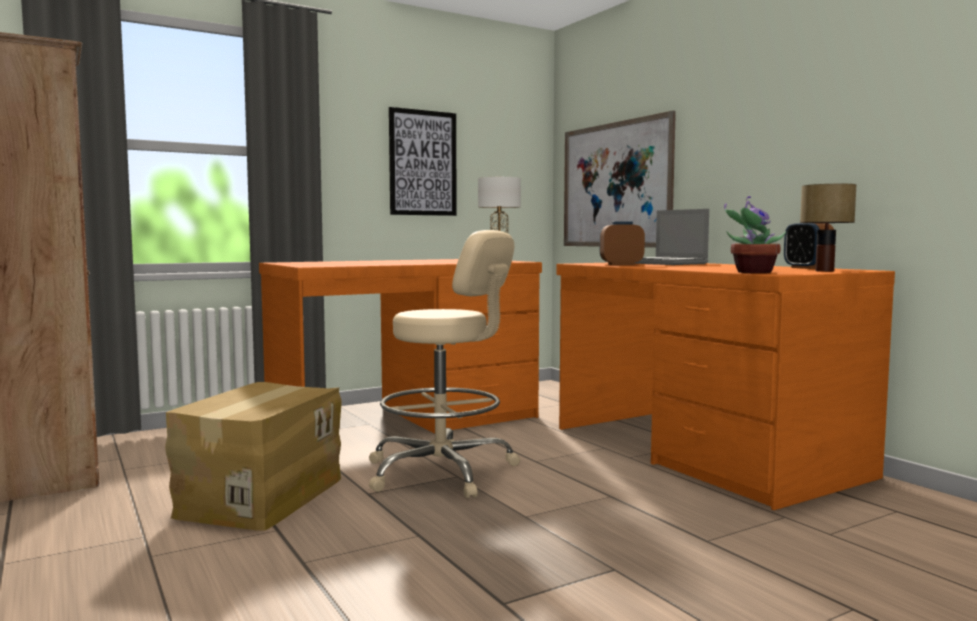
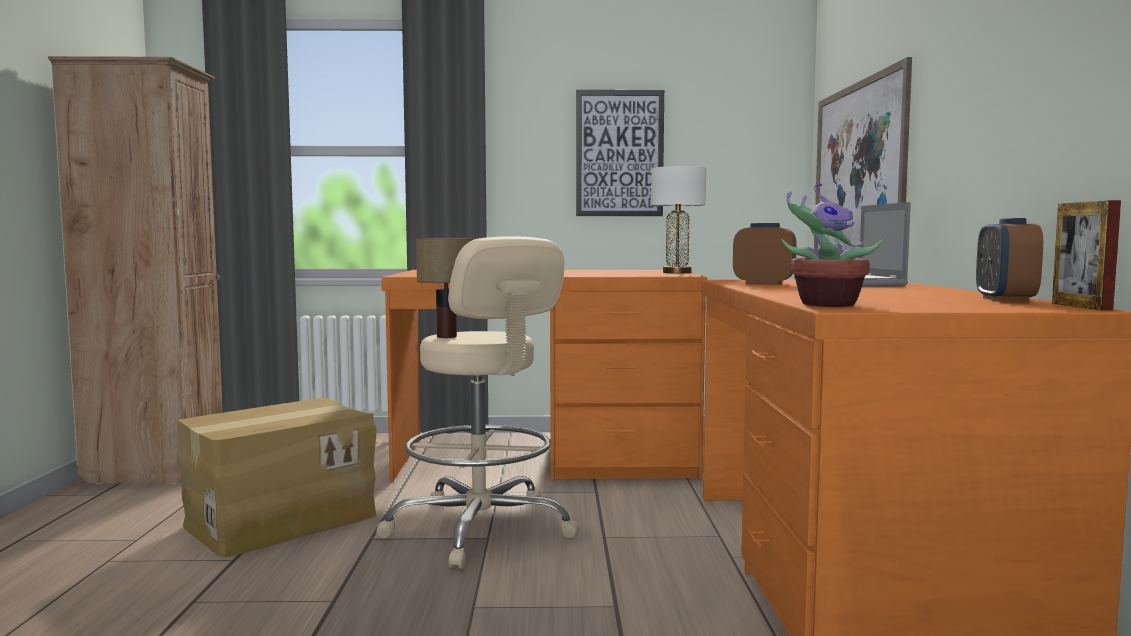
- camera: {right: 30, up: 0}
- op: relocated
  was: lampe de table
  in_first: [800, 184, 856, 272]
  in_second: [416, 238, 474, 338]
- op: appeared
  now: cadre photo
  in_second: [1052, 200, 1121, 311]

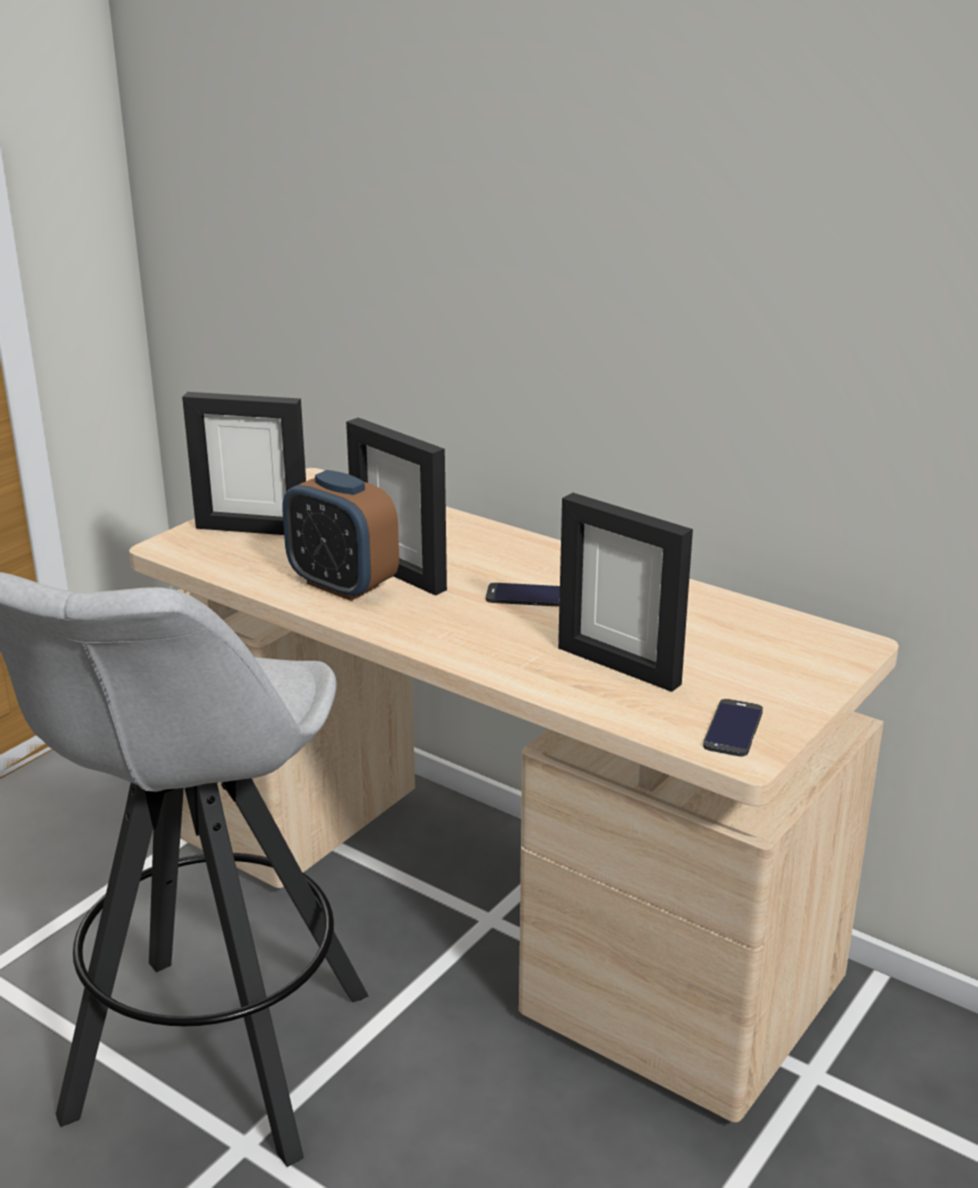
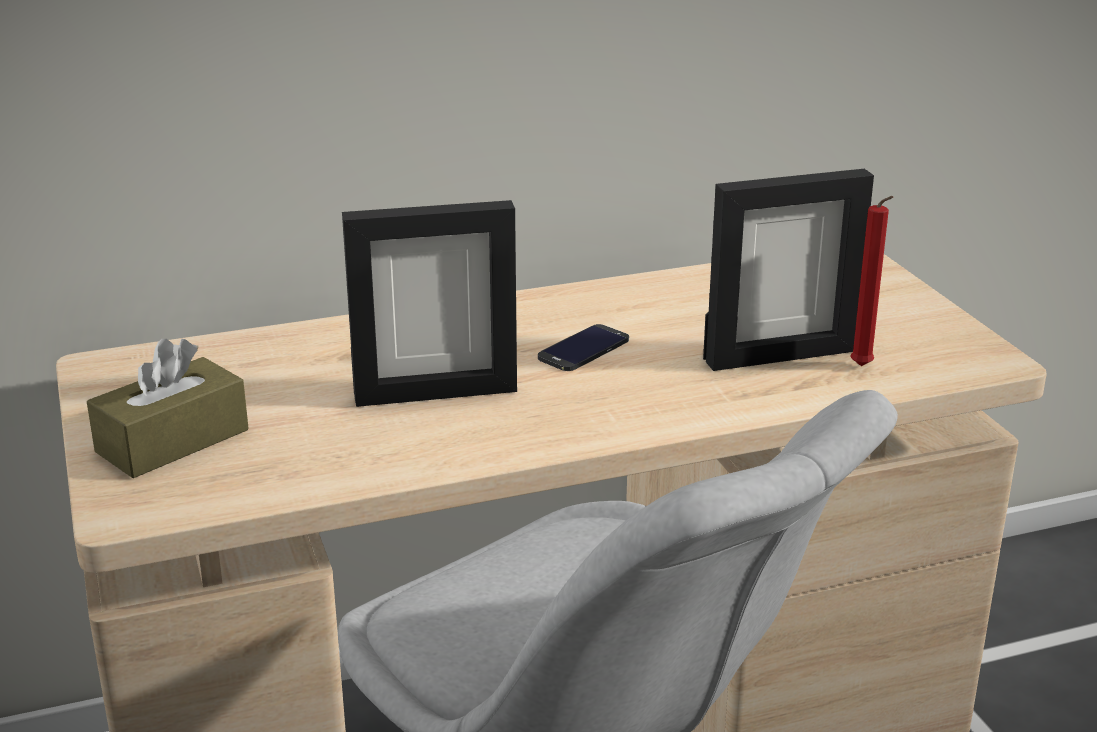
- camera: {right: -55, up: 0}
- op: exchanged
  was: cadre photo
  now: boîte à mouchoirs (marron)
  in_first: [182, 392, 306, 535]
  in_second: [87, 339, 249, 478]
- op: appeared
  now: bougie (rouge)
  in_second: [850, 196, 893, 366]
- op: missing
  was: réveil
  in_first: [283, 470, 399, 601]
- op: missing
  was: téléphone
  in_first: [703, 699, 763, 756]

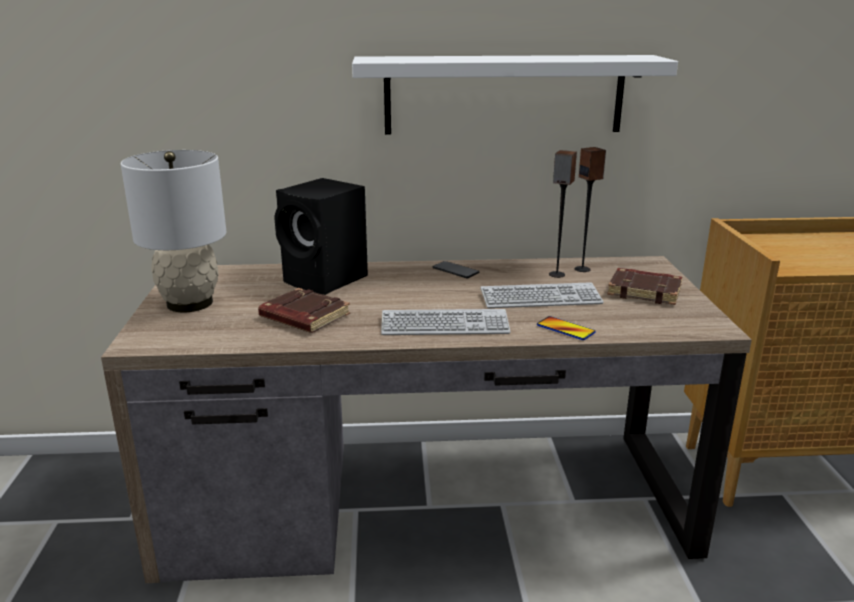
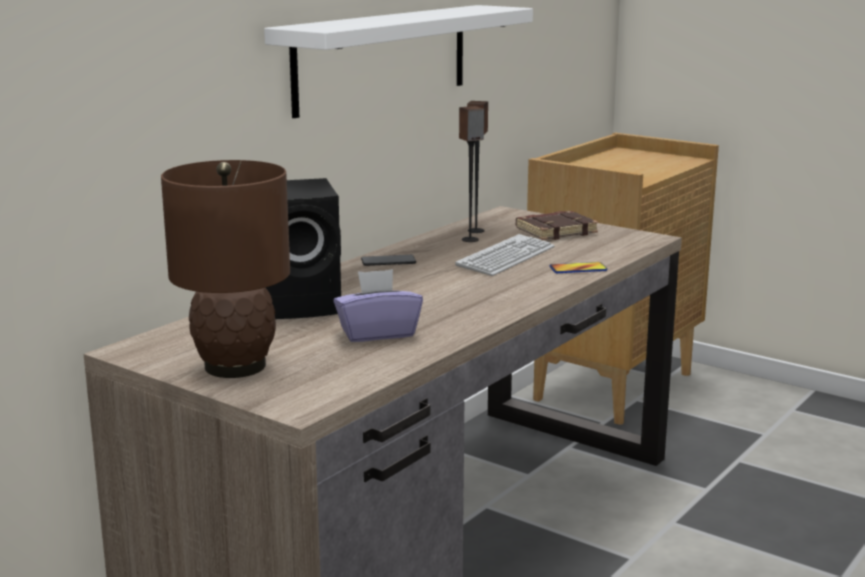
- camera: {right: -50, up: -5}
- op: colour
  was: lampe de table (blanc)
  now: lampe de table (marron)
  in_first: [120, 150, 226, 312]
  in_second: [161, 160, 290, 378]
- op: exchanged
  was: livre (marron)
  now: boîte à mouchoirs (violet)
  in_first: [258, 288, 350, 333]
  in_second: [333, 269, 423, 342]
- op: missing
  was: clavier
  in_first: [381, 309, 511, 335]

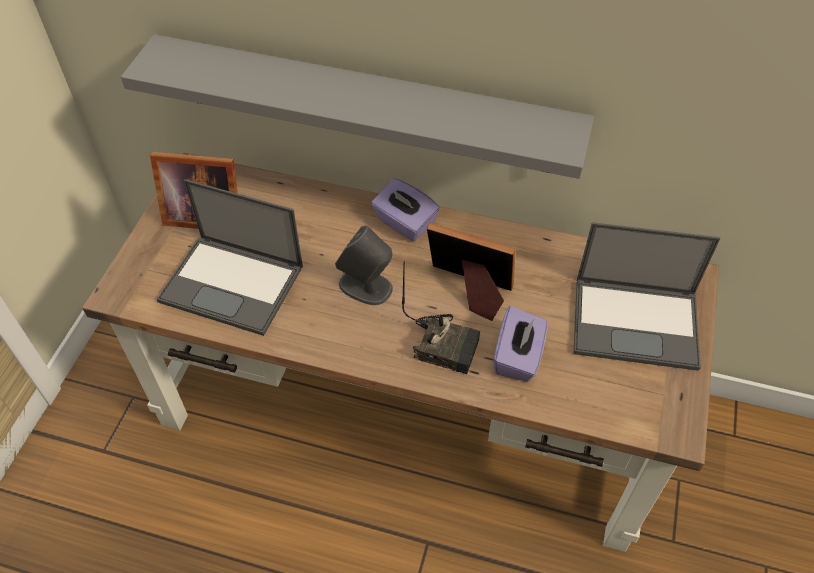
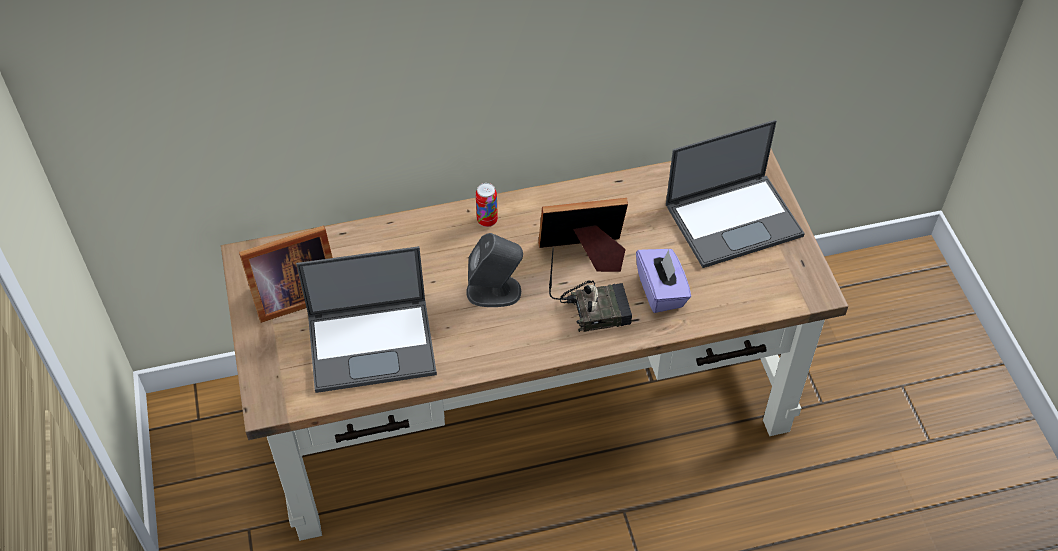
- camera: {right: -30, up: 0}
- op: exchanged
  was: boîte à mouchoirs (violet)
  now: boîte métallique
  in_first: [371, 178, 440, 241]
  in_second: [476, 183, 498, 227]
- op: missing
  was: étagère (gris)
  in_first: [121, 34, 594, 179]

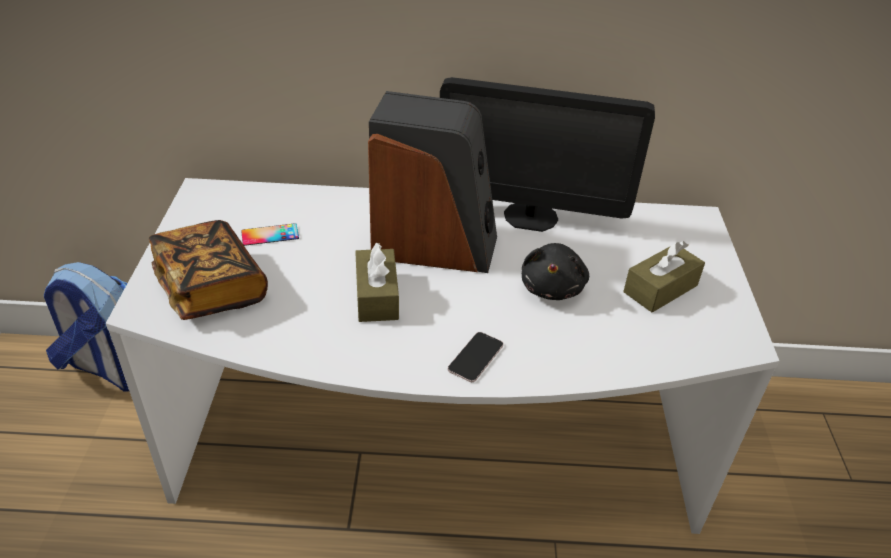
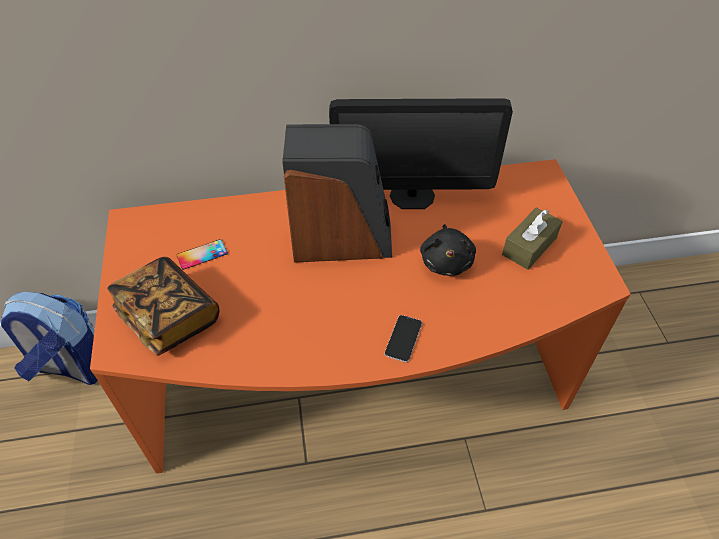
- camera: {right: -10, up: 10}
- op: colour
  was: bureau (blanc)
  now: bureau (orange)
  in_first: [106, 178, 779, 534]
  in_second: [90, 159, 631, 474]
- op: missing
  was: boîte à mouchoirs (marron)
  in_first: [355, 243, 399, 322]

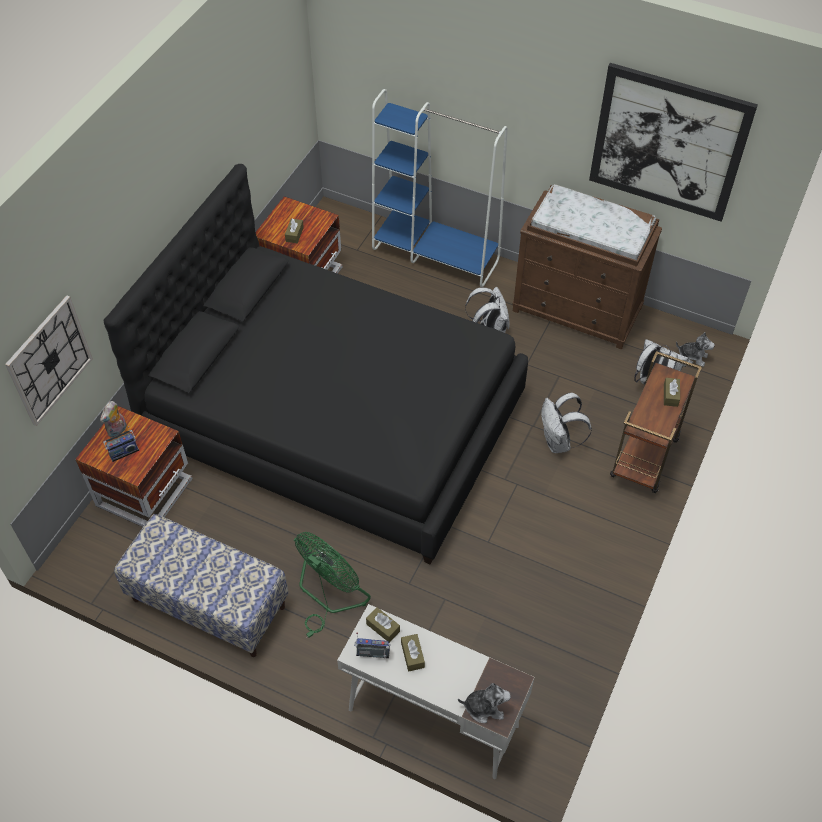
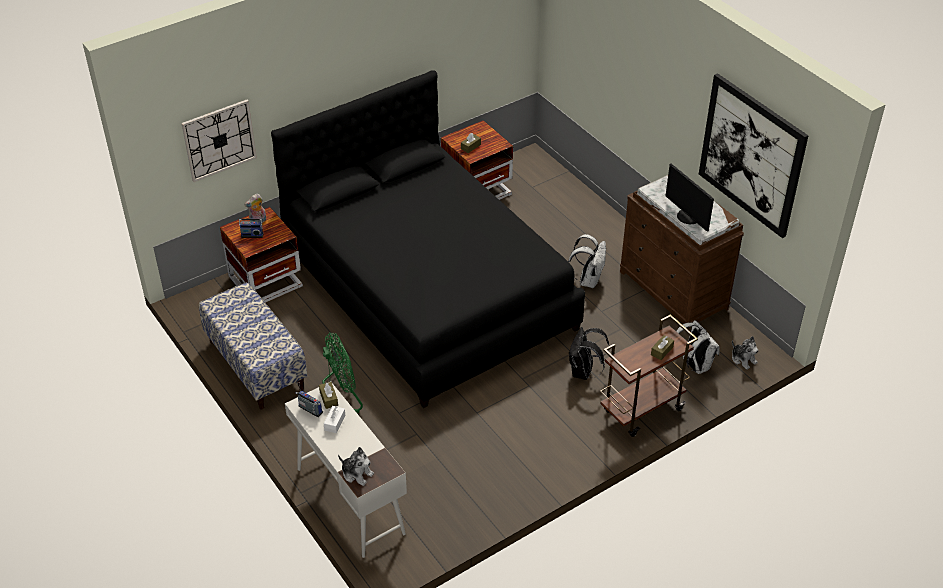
- camera: {right: 30, up: -10}
- op: colour
  was: boîte à mouchoirs (marron)
  now: boîte à mouchoirs (blanc)
  in_first: [401, 634, 425, 672]
  in_second: [324, 406, 345, 433]
- op: colour
  was: sac à dos (blanc)
  now: sac à dos (noir)
  in_first: [541, 393, 592, 453]
  in_second: [569, 327, 609, 380]
- op: appeared
  now: écran d'ordinateur
  in_second: [665, 163, 714, 232]
- op: missing
  was: portant (bleu)
  in_first: [372, 89, 508, 287]

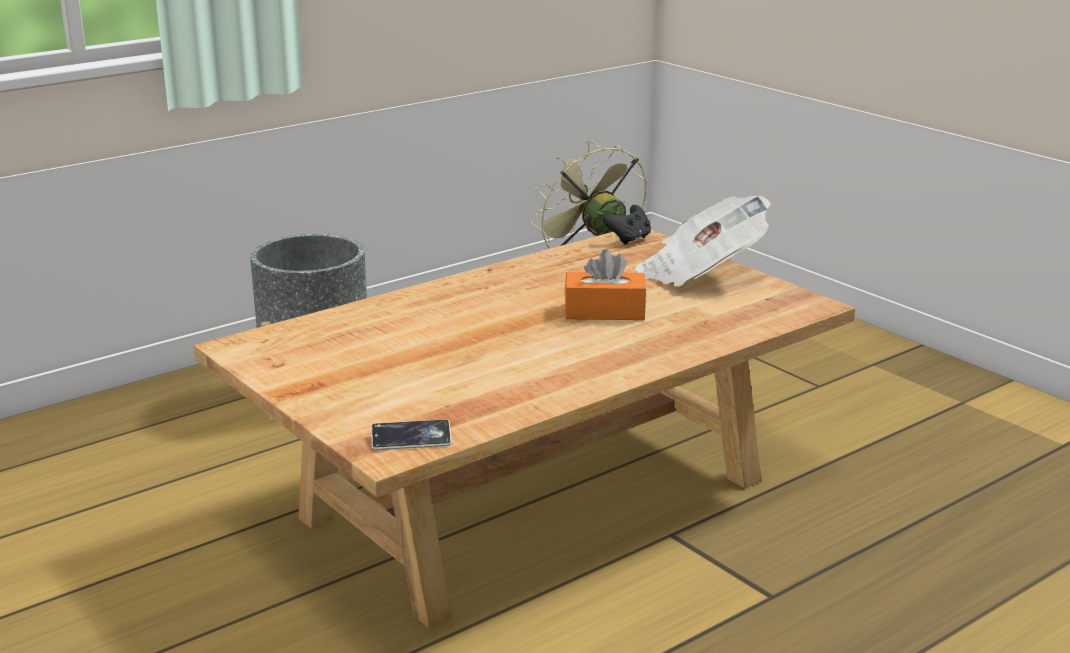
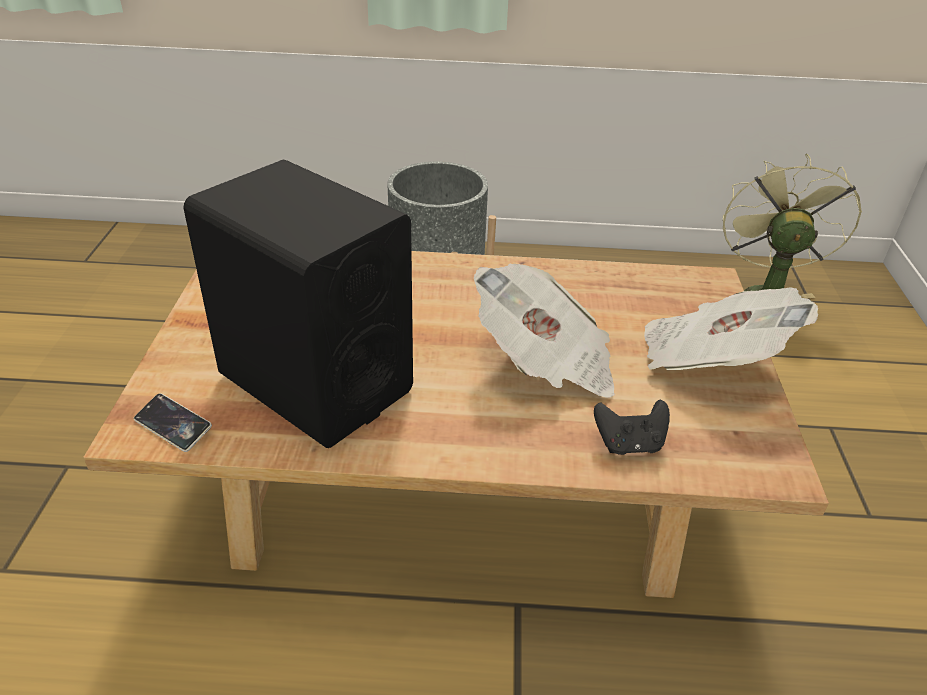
- camera: {right: 40, up: 15}
- op: appeared
  now: enceinte (noir)
  in_second: [183, 160, 413, 448]
- op: exchanged
  was: boîte à mouchoirs (orange)
  now: journal
  in_first: [564, 249, 646, 320]
  in_second: [474, 264, 615, 398]
- op: relocated
  was: manette (noir)
  in_first: [603, 205, 651, 245]
  in_second: [594, 400, 670, 455]

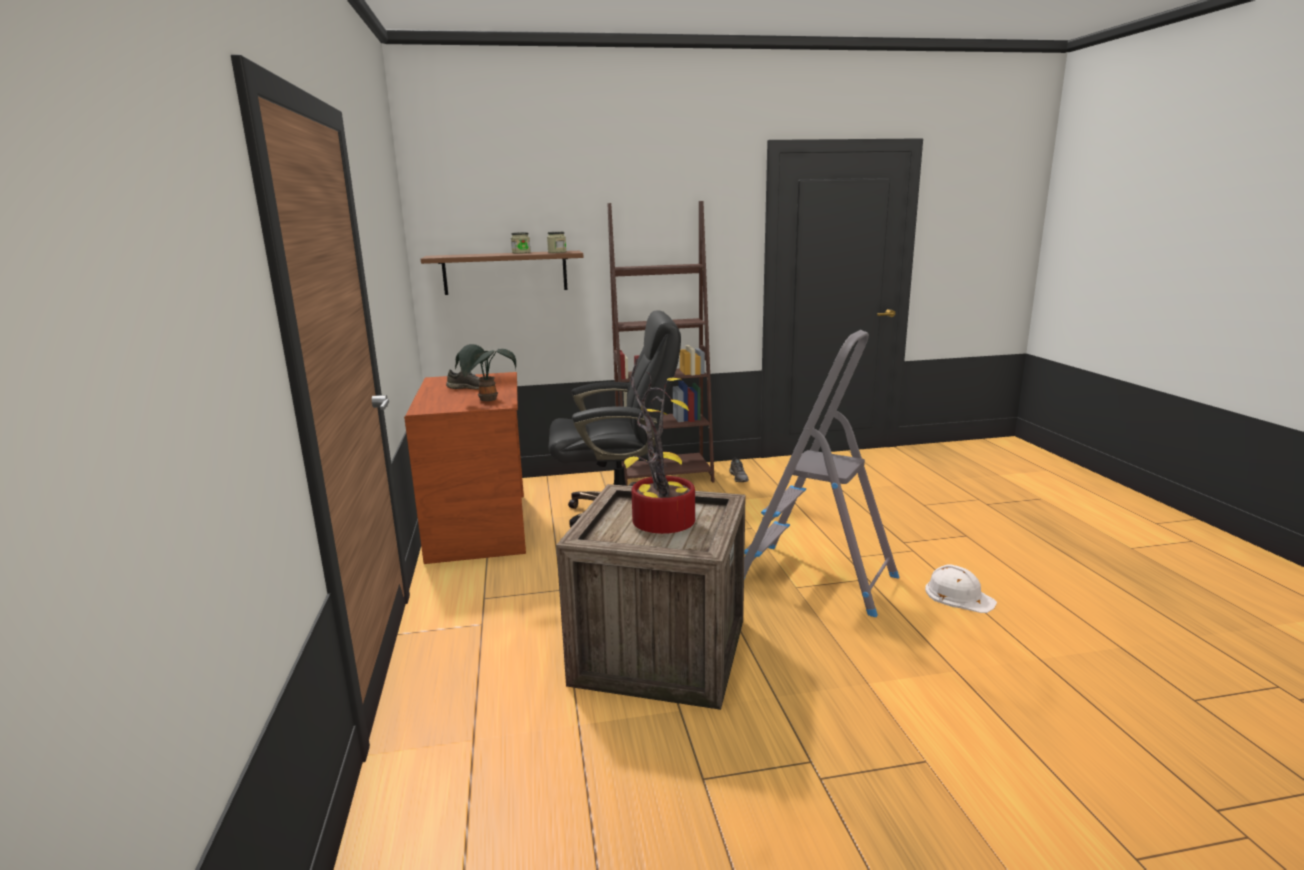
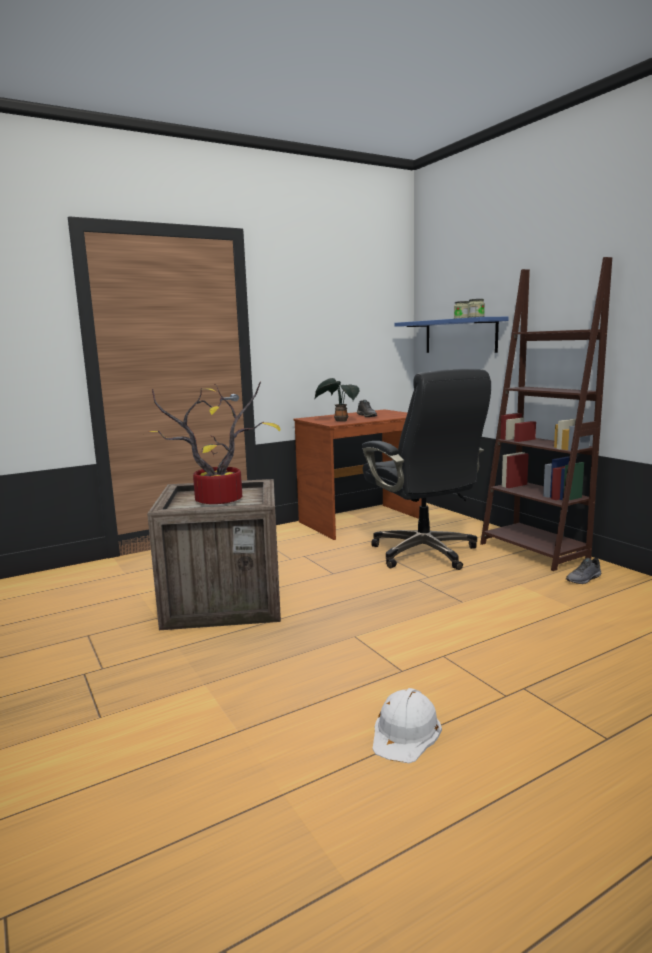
- camera: {right: 70, up: -5}
- op: colour
  was: étagère (marron)
  now: étagère (bleu)
  in_first: [421, 251, 584, 295]
  in_second: [394, 317, 509, 353]
- op: missing
  was: escabeau (gris)
  in_first: [744, 330, 899, 617]

